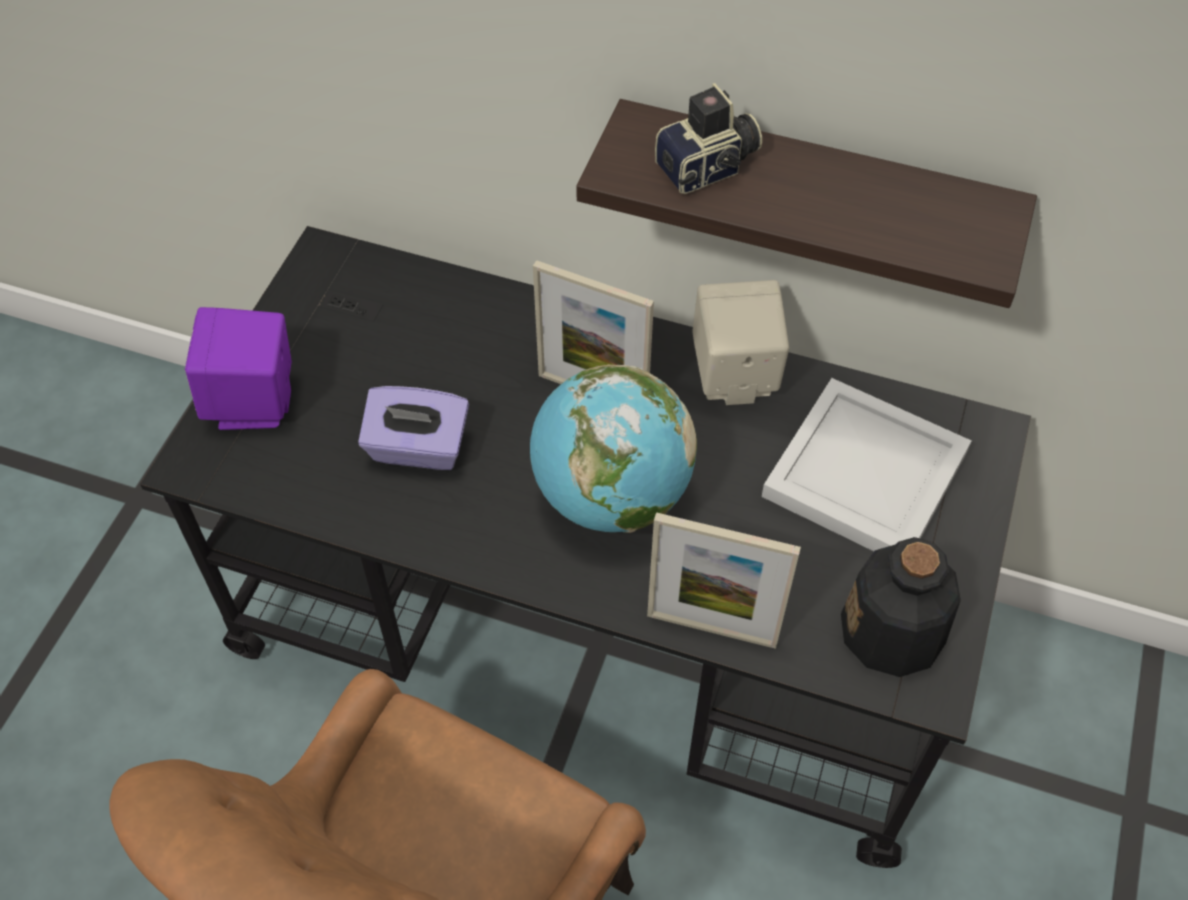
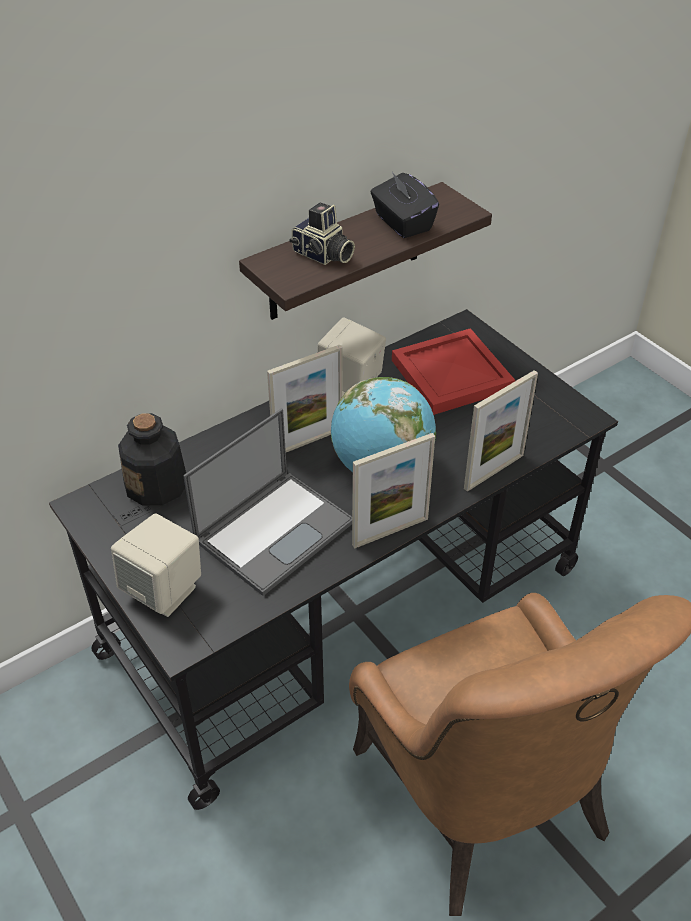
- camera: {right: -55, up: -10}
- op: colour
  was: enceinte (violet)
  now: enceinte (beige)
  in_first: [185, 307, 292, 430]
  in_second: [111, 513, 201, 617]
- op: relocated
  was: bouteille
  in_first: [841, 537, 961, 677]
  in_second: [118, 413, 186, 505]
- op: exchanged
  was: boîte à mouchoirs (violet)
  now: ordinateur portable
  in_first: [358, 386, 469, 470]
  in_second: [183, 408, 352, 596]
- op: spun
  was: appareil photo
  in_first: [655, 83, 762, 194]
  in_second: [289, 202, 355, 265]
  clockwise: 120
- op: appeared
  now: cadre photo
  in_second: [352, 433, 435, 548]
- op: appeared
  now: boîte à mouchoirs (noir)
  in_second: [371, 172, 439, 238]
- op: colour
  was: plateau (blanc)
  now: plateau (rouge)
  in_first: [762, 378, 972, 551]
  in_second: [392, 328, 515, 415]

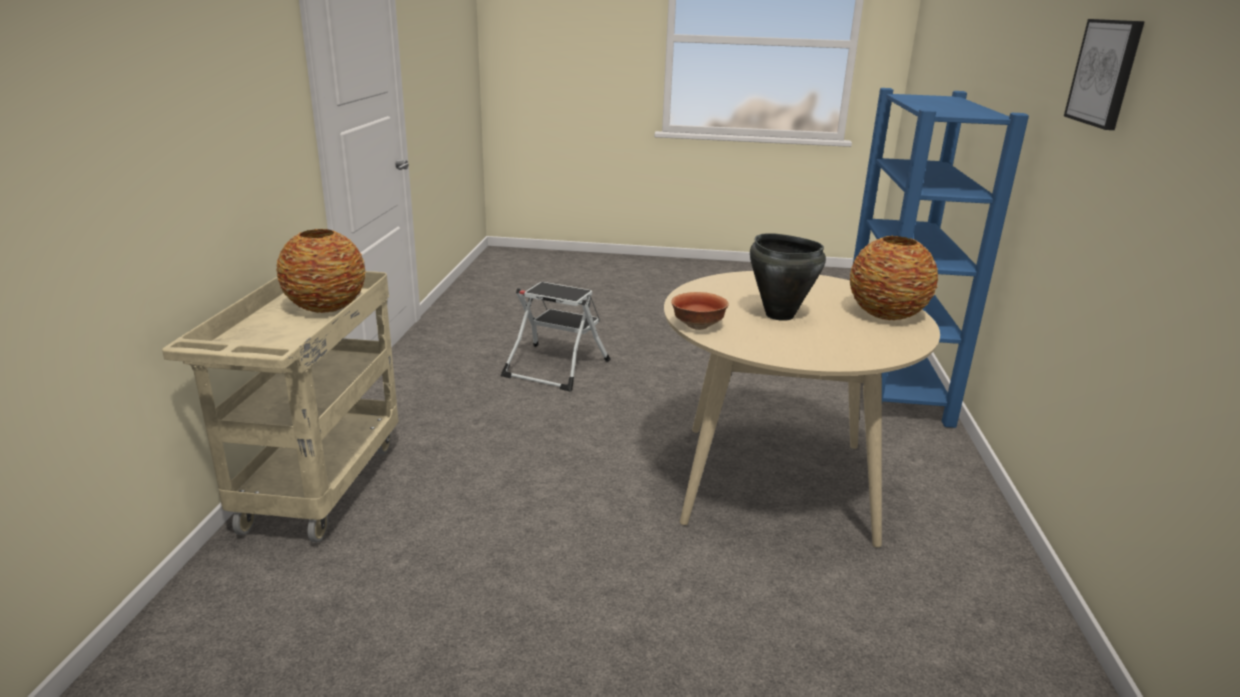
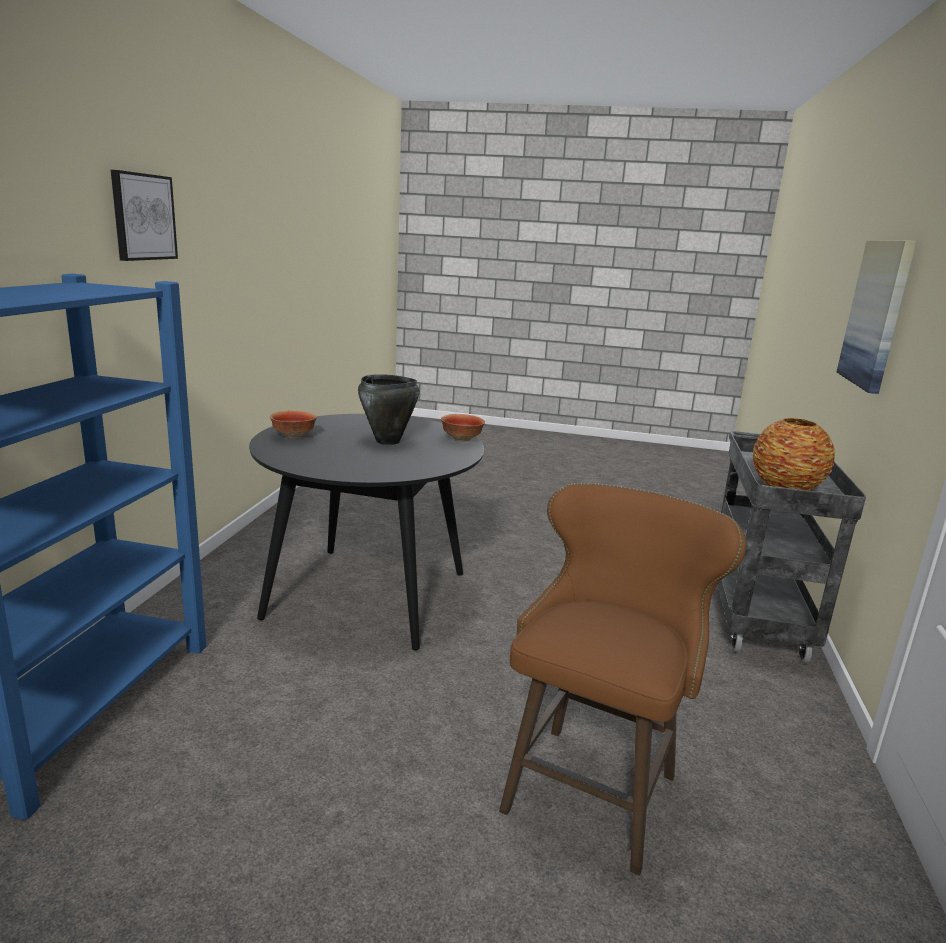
- camera: {right: -175, up: -5}
- op: colour
  was: table à manger (beige)
  now: table à manger (noir)
  in_first: [664, 271, 940, 548]
  in_second: [249, 414, 484, 650]
- op: exchanged
  was: vase
  now: bol
  in_first: [850, 236, 938, 320]
  in_second: [270, 411, 317, 439]
- op: exchanged
  was: escabeau
  now: tabouret (marron)
  in_first: [500, 282, 610, 392]
  in_second: [499, 483, 746, 876]
- op: colour
  was: chariot (beige)
  now: chariot (noir)
  in_first: [162, 271, 398, 543]
  in_second: [717, 431, 866, 663]
- op: appeared
  now: tableau
  in_second: [837, 240, 917, 394]

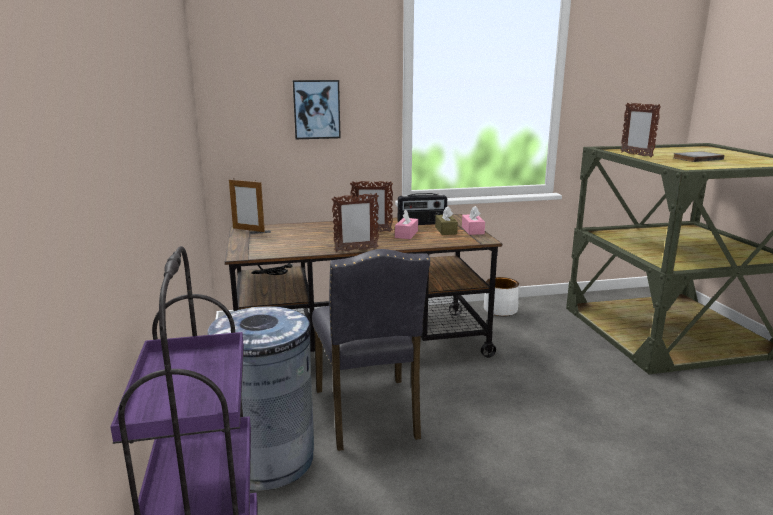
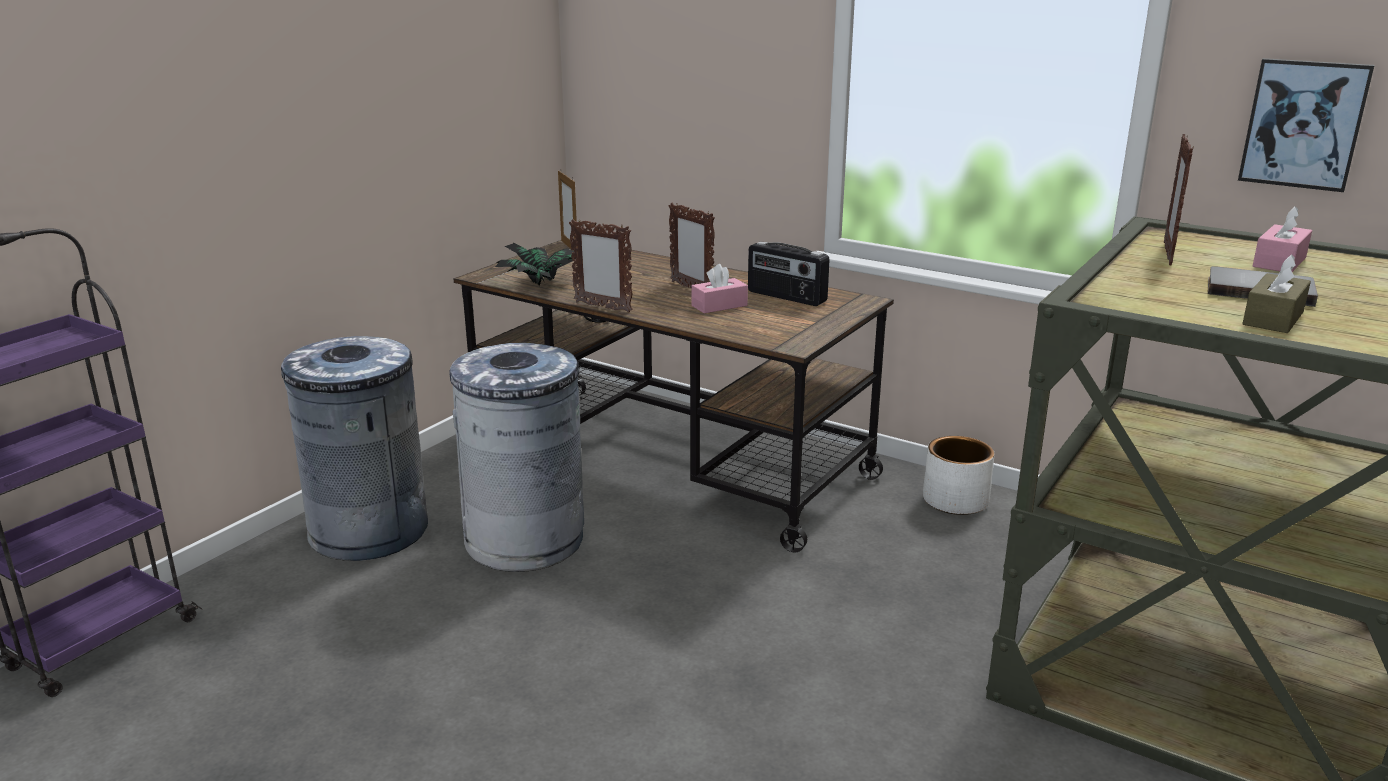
- camera: {right: 45, up: 5}
- op: exchanged
  was: chaise (gris)
  now: poubelle (gris)
  in_first: [312, 249, 430, 451]
  in_second: [450, 343, 584, 572]
- op: appeared
  now: plante en pot
  in_second: [495, 243, 576, 286]
- op: relocated
  was: tableau
  in_first: [293, 80, 341, 139]
  in_second: [1238, 58, 1375, 192]
- op: relocated
  was: boîte à mouchoirs (marron)
  in_first: [435, 206, 458, 235]
  in_second: [1242, 254, 1311, 333]
- op: relocated
  was: boîte à mouchoirs (rose)
  in_first: [462, 206, 485, 235]
  in_second: [1253, 206, 1312, 272]

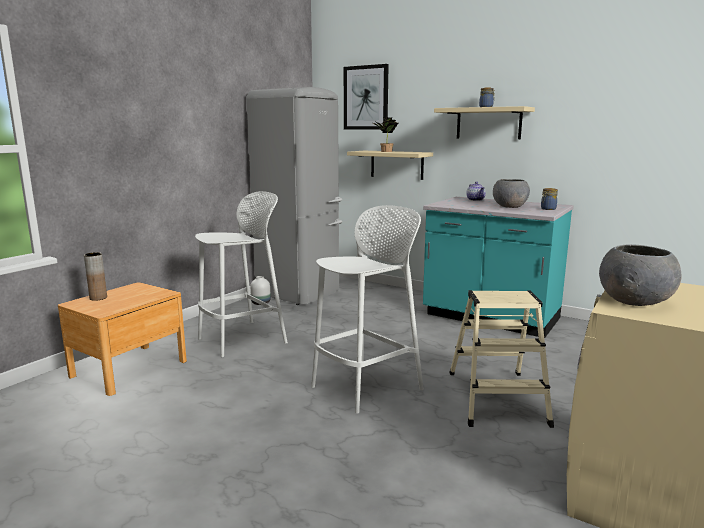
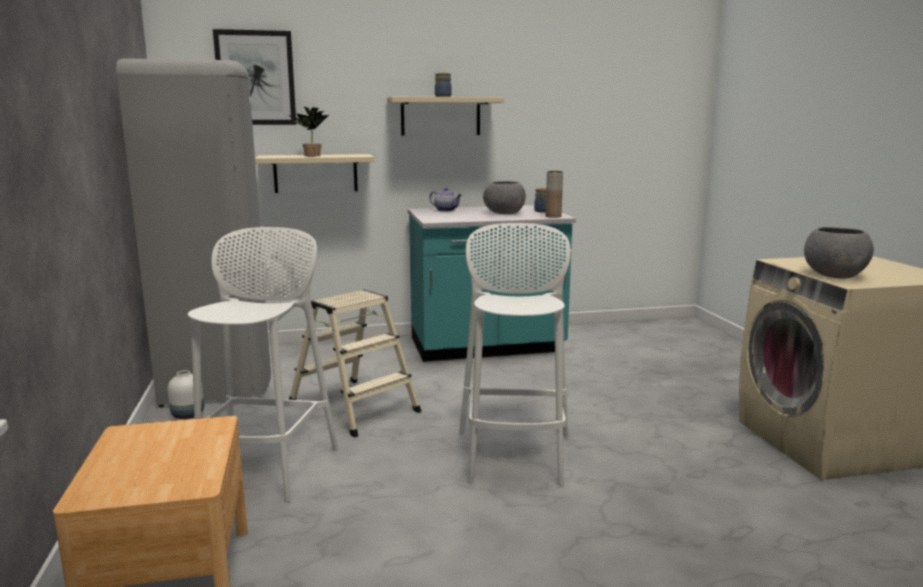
- camera: {right: -45, up: 0}
- op: relocated
  was: escabeau (beige)
  in_first: [449, 290, 554, 428]
  in_second: [289, 289, 422, 437]
- op: relocated
  was: vase (marron)
  in_first: [84, 252, 107, 301]
  in_second: [546, 171, 563, 218]

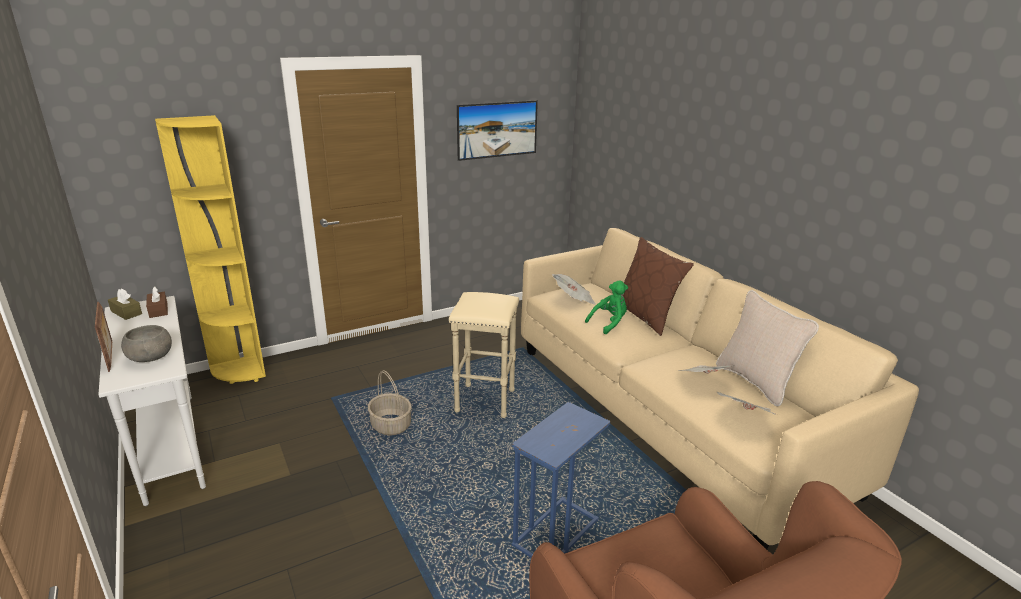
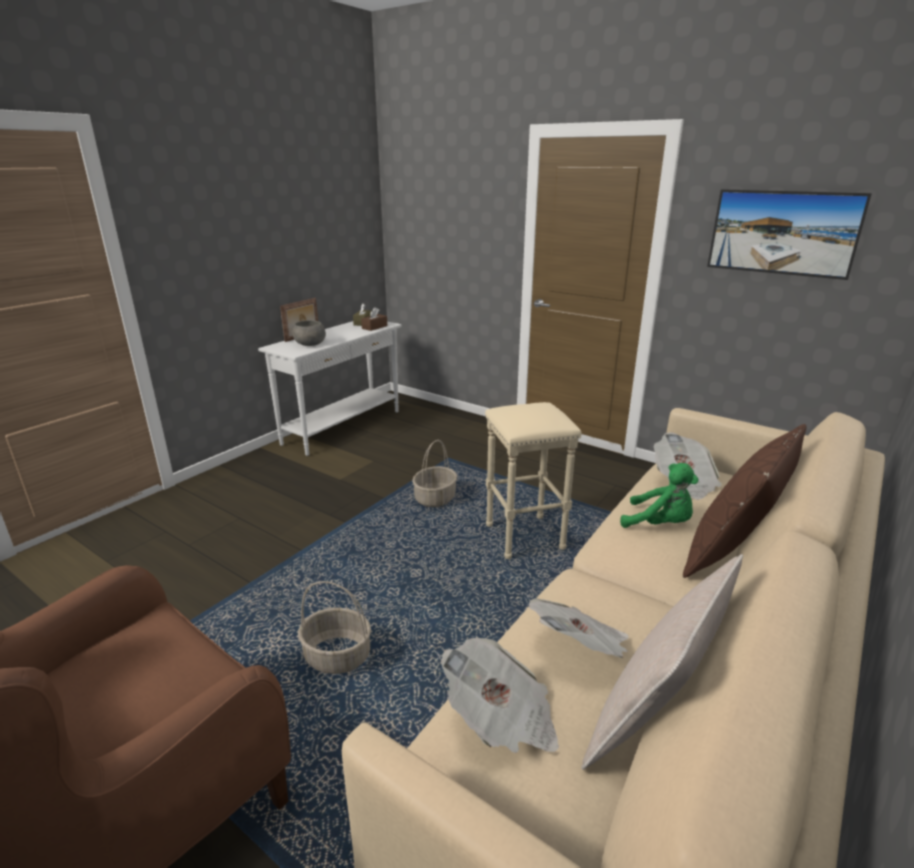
- camera: {right: 65, up: 0}
- op: exchanged
  was: table d'appoint (bleu)
  now: panier
  in_first: [512, 402, 610, 558]
  in_second: [298, 581, 371, 674]
- op: missing
  was: bibliothèque (jaune)
  in_first: [155, 115, 266, 384]

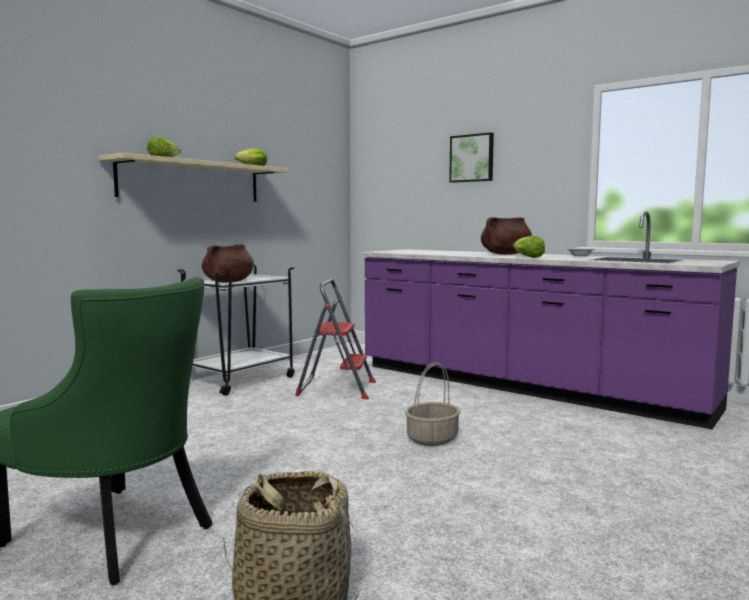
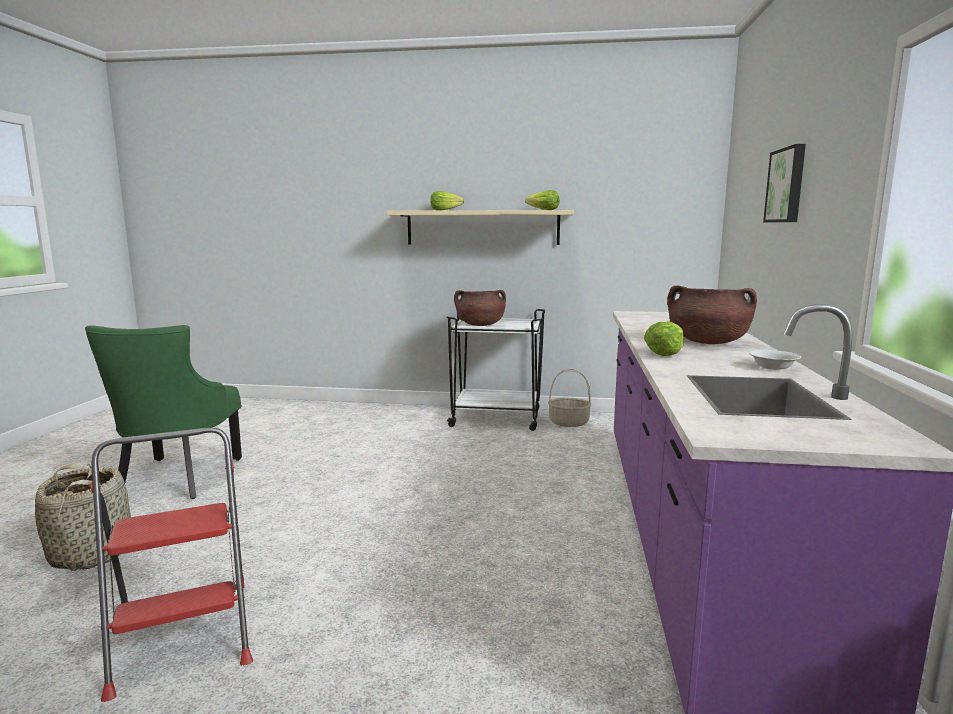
- camera: {right: 60, up: 5}
- op: relocated
  was: escabeau (rouge)
  in_first: [295, 279, 376, 399]
  in_second: [90, 428, 253, 702]
- op: relocated
  was: panier
  in_first: [405, 362, 460, 446]
  in_second: [548, 369, 592, 427]

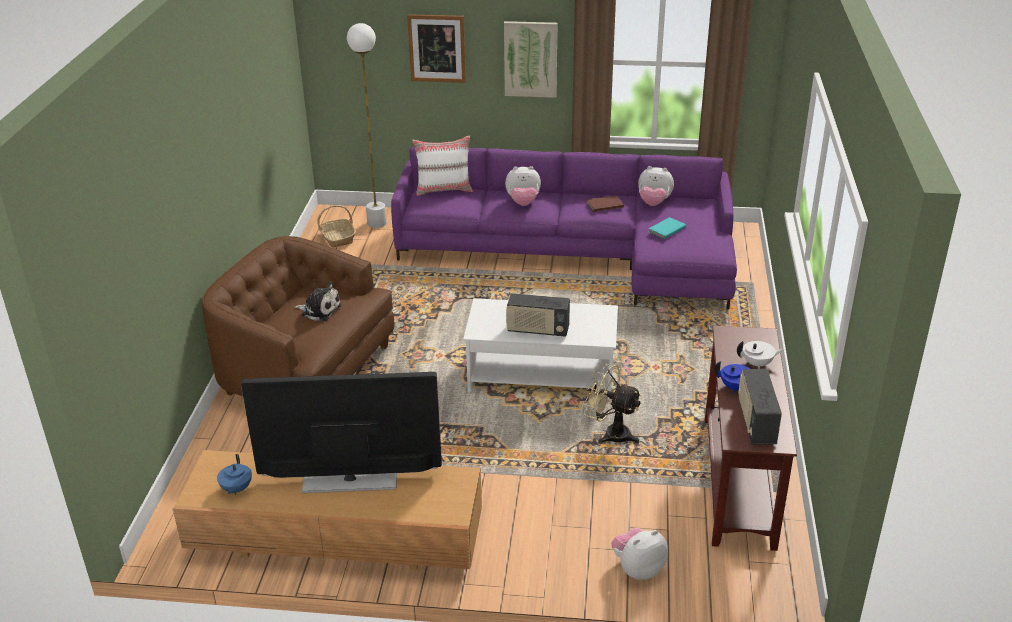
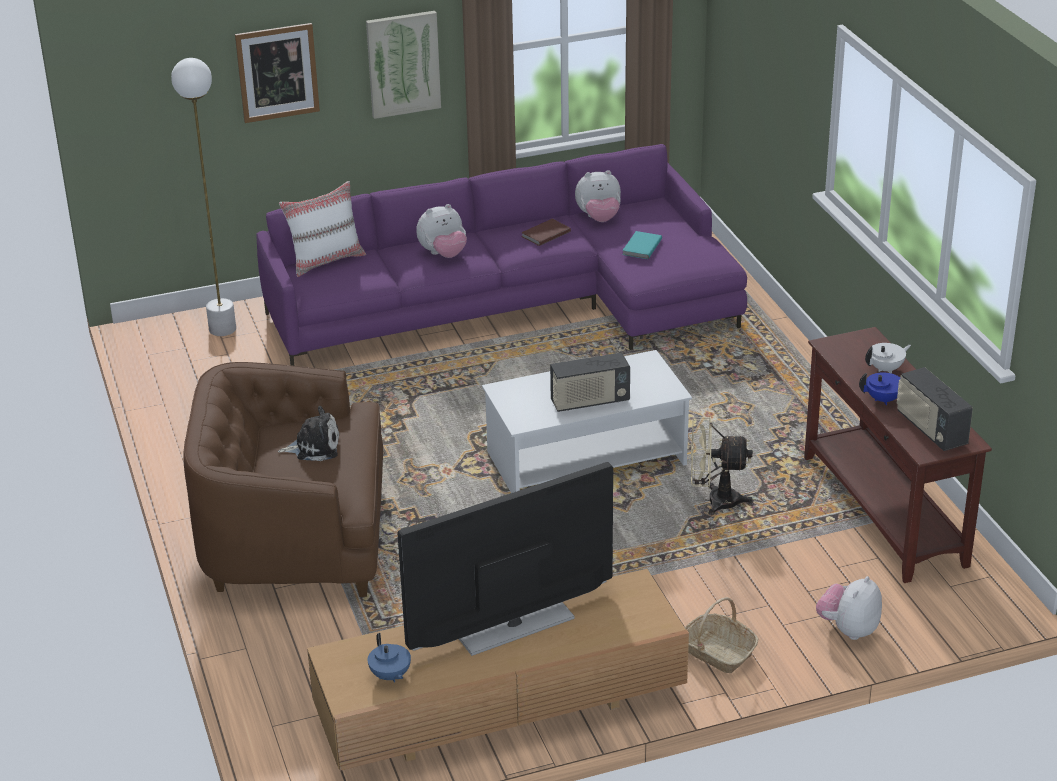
- camera: {right: -25, up: 0}
- op: relocated
  was: panier
  in_first: [317, 205, 356, 248]
  in_second: [685, 597, 759, 673]

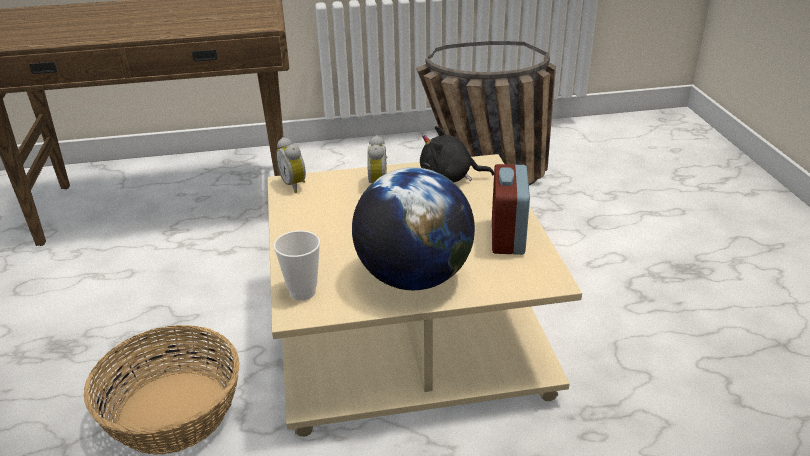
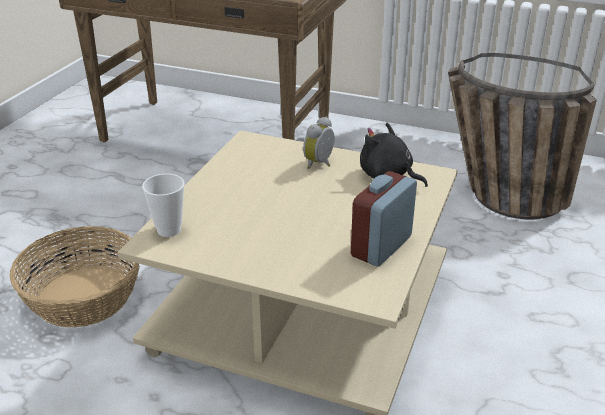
- camera: {right: 30, up: 0}
- op: missing
  was: réveil
  in_first: [276, 137, 306, 193]
- op: missing
  was: globe
  in_first: [352, 167, 475, 290]

